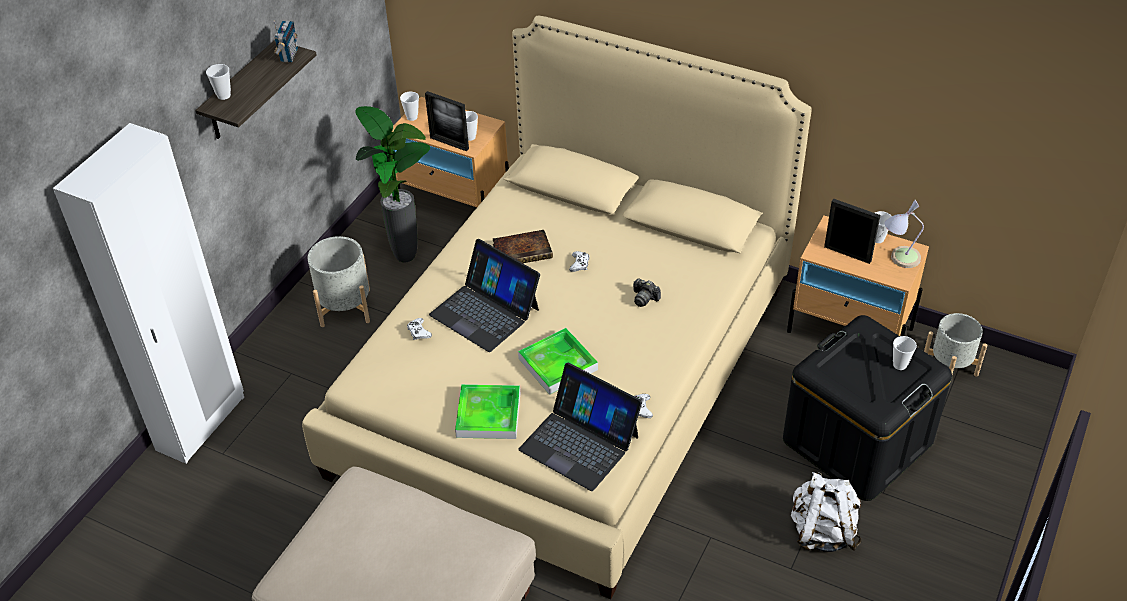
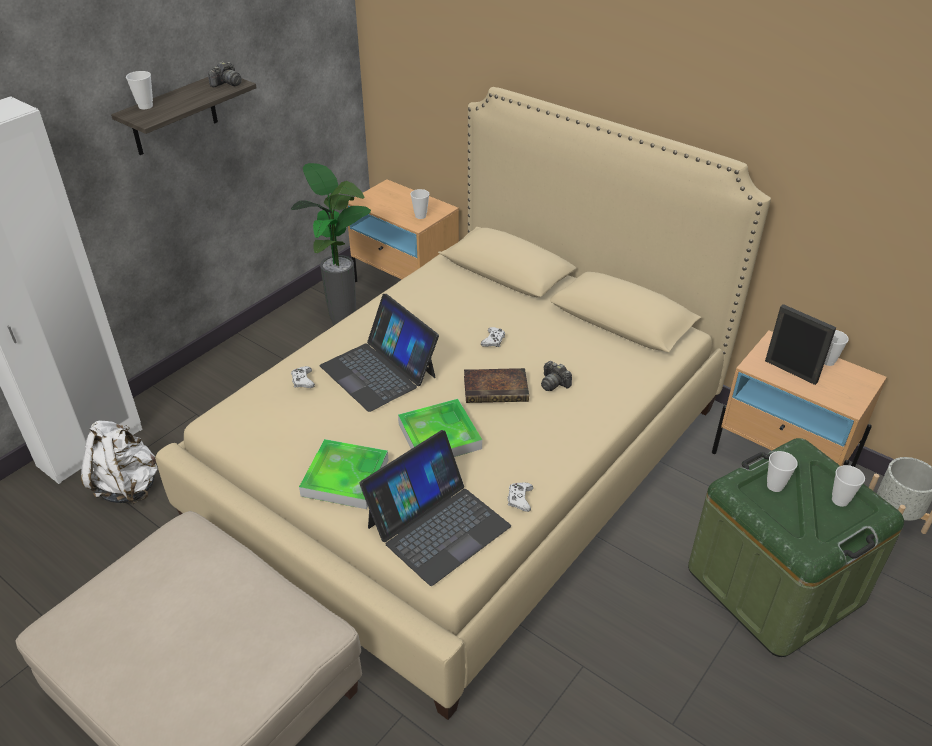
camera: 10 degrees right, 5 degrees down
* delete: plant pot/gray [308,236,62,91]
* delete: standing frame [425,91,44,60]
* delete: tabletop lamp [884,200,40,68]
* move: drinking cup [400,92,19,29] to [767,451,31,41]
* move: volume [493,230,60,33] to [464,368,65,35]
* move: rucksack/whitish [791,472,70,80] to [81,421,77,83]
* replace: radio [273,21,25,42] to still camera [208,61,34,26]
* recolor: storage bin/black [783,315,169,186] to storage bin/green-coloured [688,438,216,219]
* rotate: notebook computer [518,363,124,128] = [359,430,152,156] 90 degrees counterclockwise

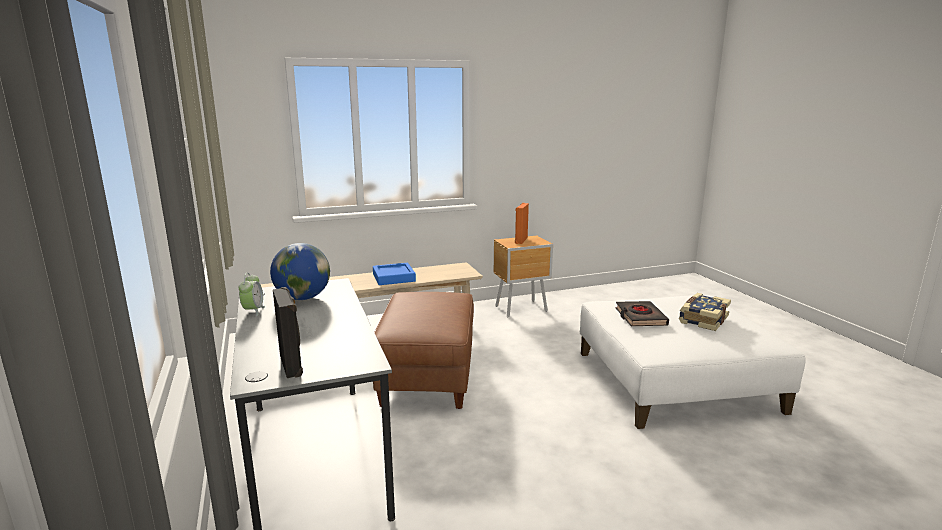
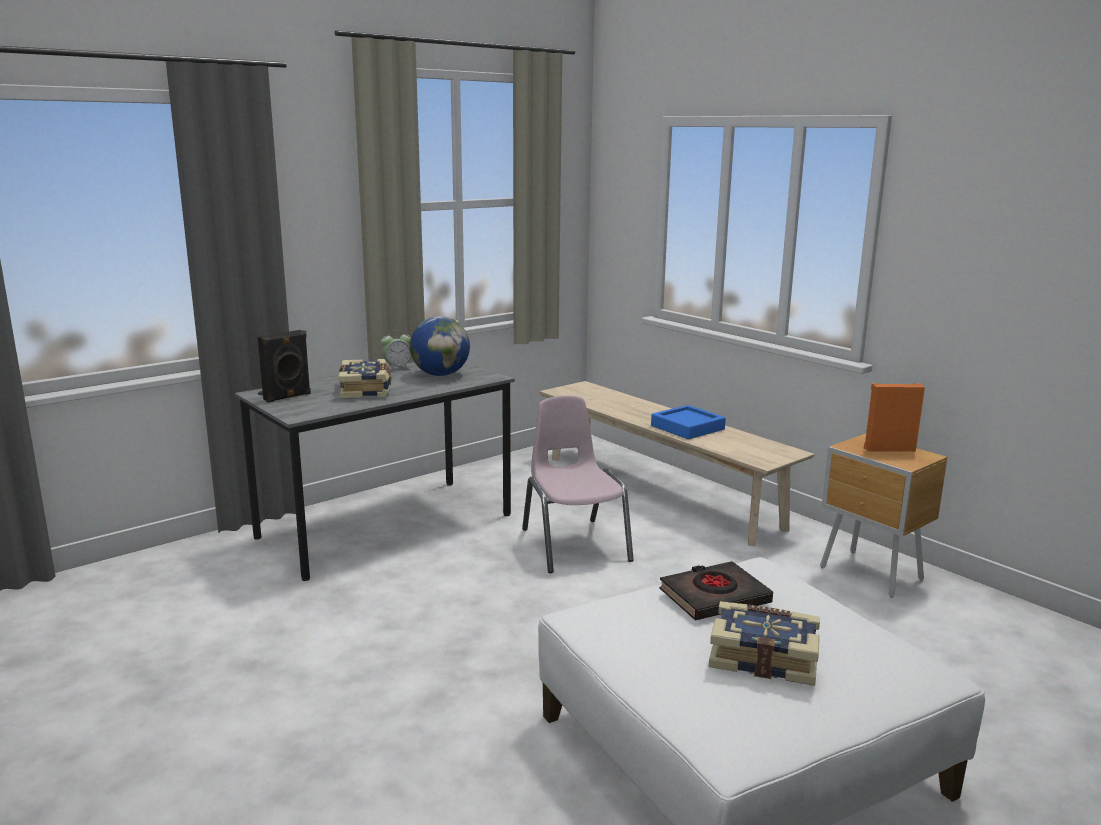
camera: 70 degrees right, 0 degrees up
* insert: volume [338,359,53,40]
* replace: footrest/brown-coloured [373,292,101,117] to plain chair/pink [522,396,112,177]

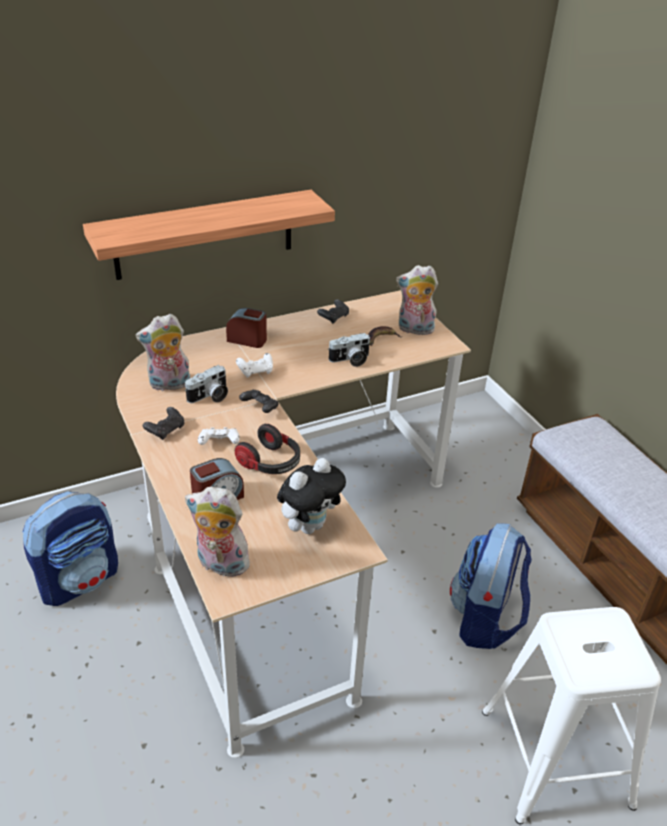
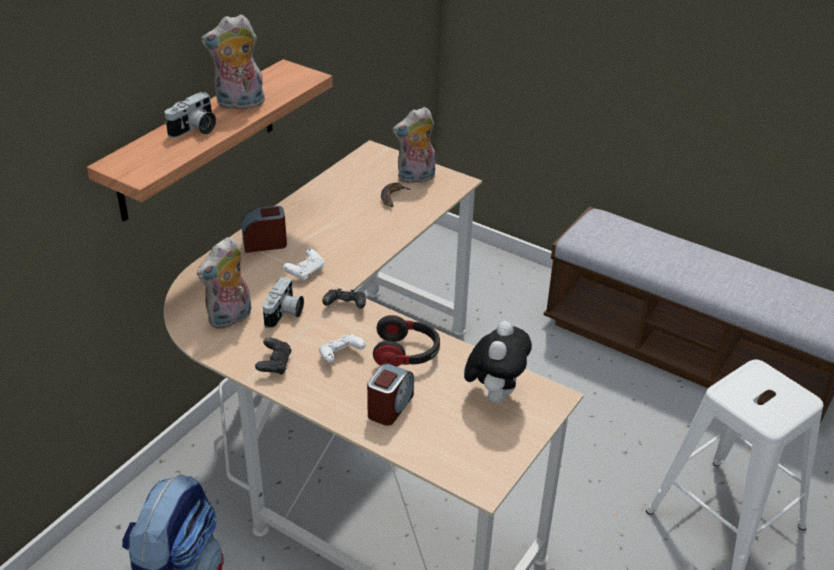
camera: 30 degrees left, 0 degrees up
* delete: joypad/black [317,299,32,25]
* delete: rucksack [450,523,82,126]
* move: plush toy [185,486,65,91] to [201,15,64,96]
* move: still camera [328,333,42,34] to [165,92,51,46]

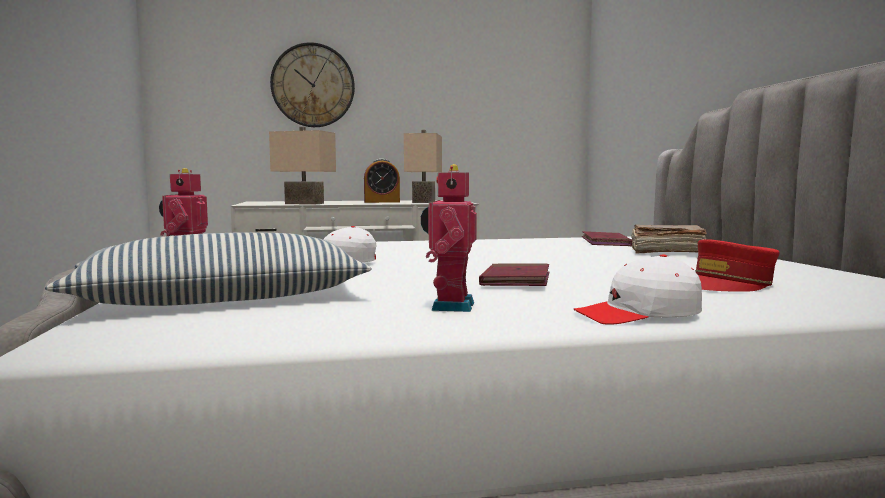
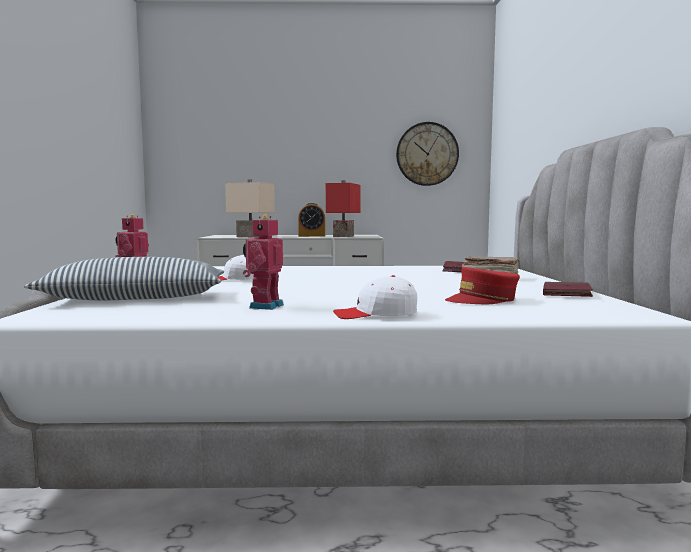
camera: 10 degrees right, 0 degrees up
* move: hanging clock [270,42,85,85] to [396,122,63,64]
* move: volume/red [479,264,70,22] to [543,282,50,15]
* recolor: tabletop lamp/sand-coloured [404,130,38,73] to tabletop lamp/red [326,180,35,57]

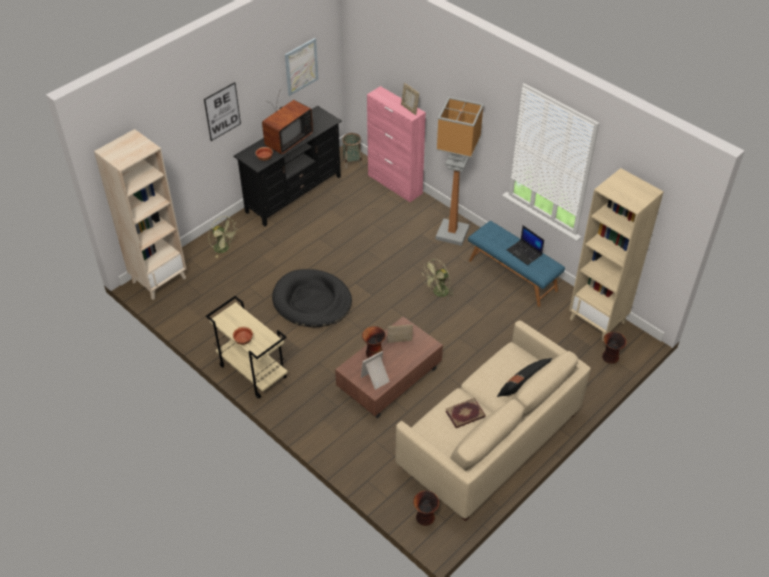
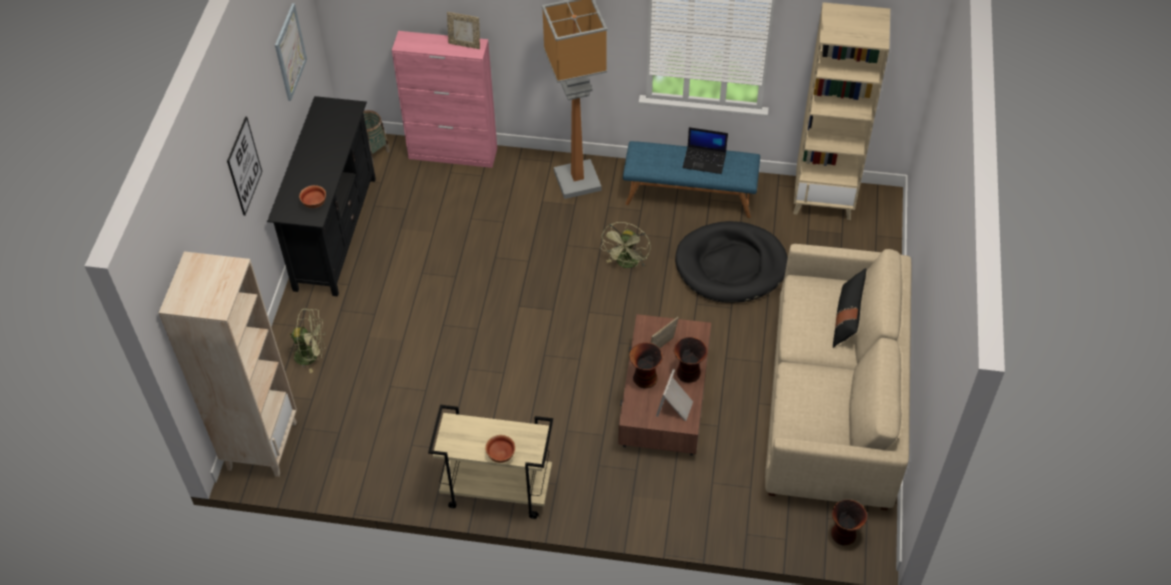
camera: 35 degrees left, 5 degrees up
* delete: television [262,91,51,63]
* delete: volume [445,398,41,30]
* move: pet bed/black [272,269,80,58] to [675,221,113,82]
* move: decorative vase [602,332,25,32] to [674,337,34,46]

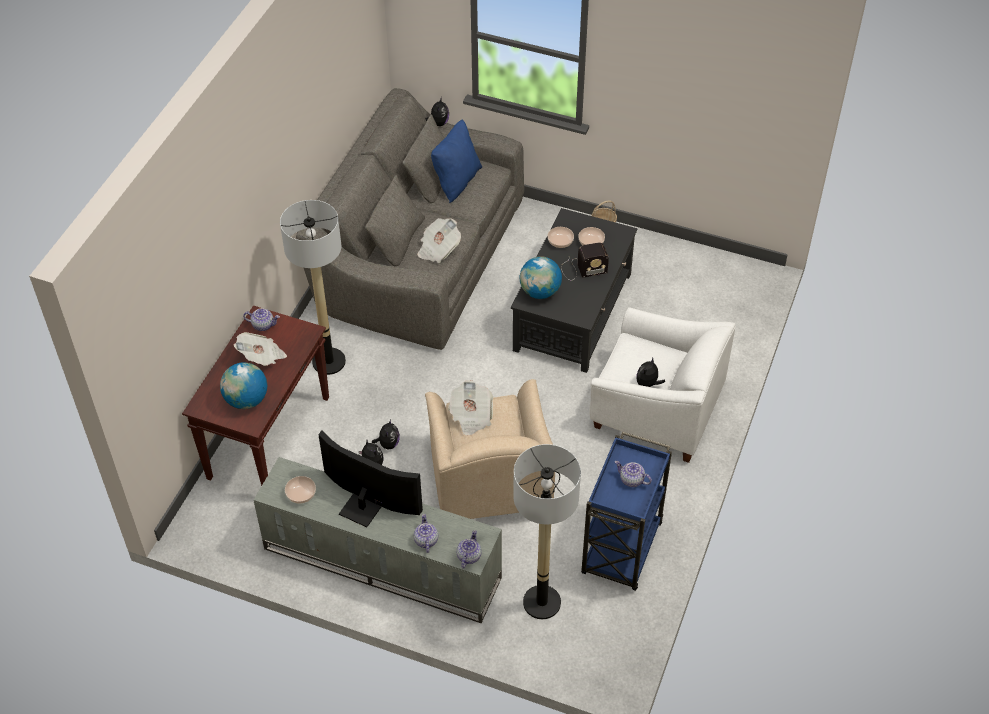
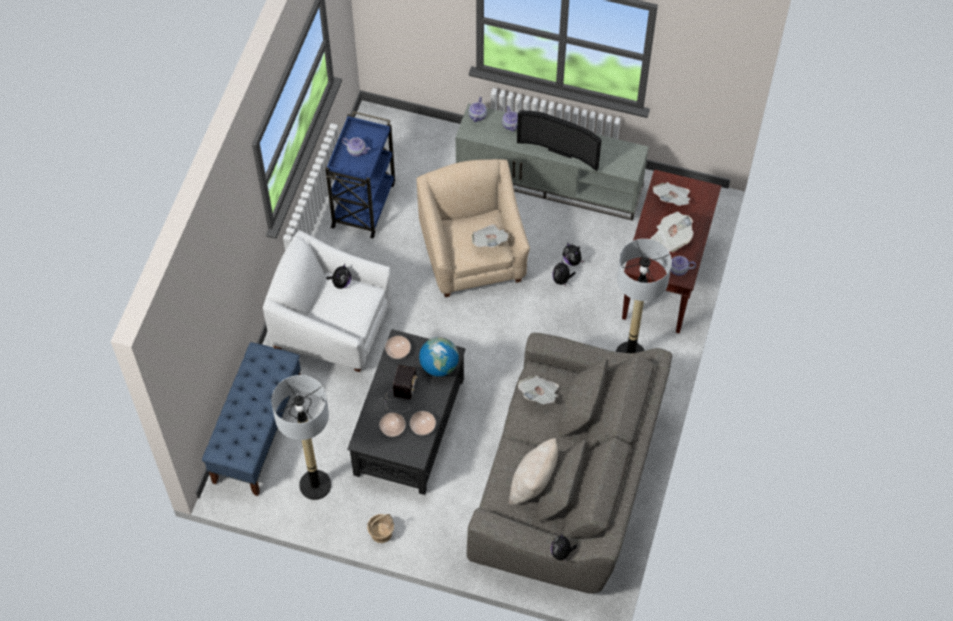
camera: 175 degrees right, 10 degrees up
* insert: bench/bluish [202,342,99,154]
* move: deep dish [285,476,31,28] to [385,336,26,23]
* move: standard lamp [513,444,68,175] to [271,375,60,125]
* replace: globe [220,362,47,47] to daily paper [653,182,37,24]
* recolor: throw pillow/bluish [431,120,51,83] to throw pillow/sand-coloured [509,438,49,67]
* rotate: radio [561,242,48,38] = [380,365,38,47] 120 degrees clockwise

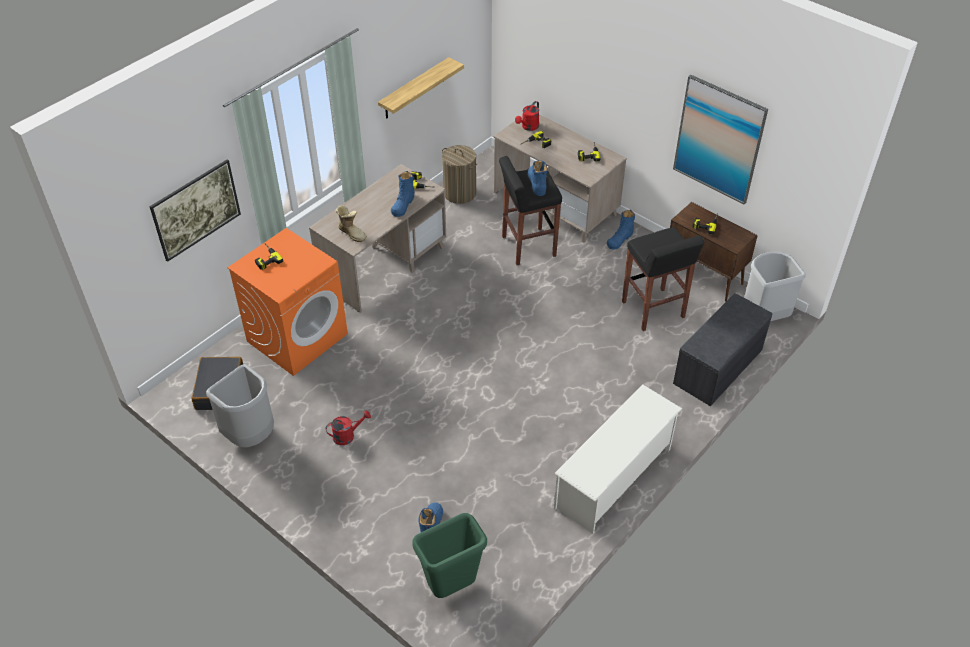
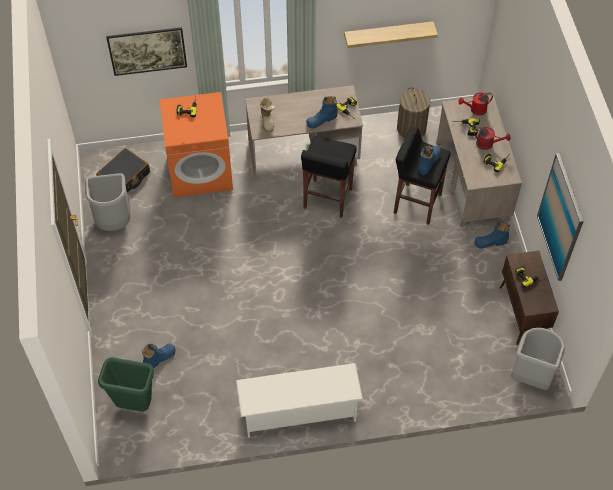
camera: 40 degrees right, 10 degrees up
* delete: bench/gray [673,293,99,113]
* move: sprinkling can/red [326,411,45,34] to [474,127,37,23]
* move: stool seat/black [622,227,82,104] to [301,136,56,82]

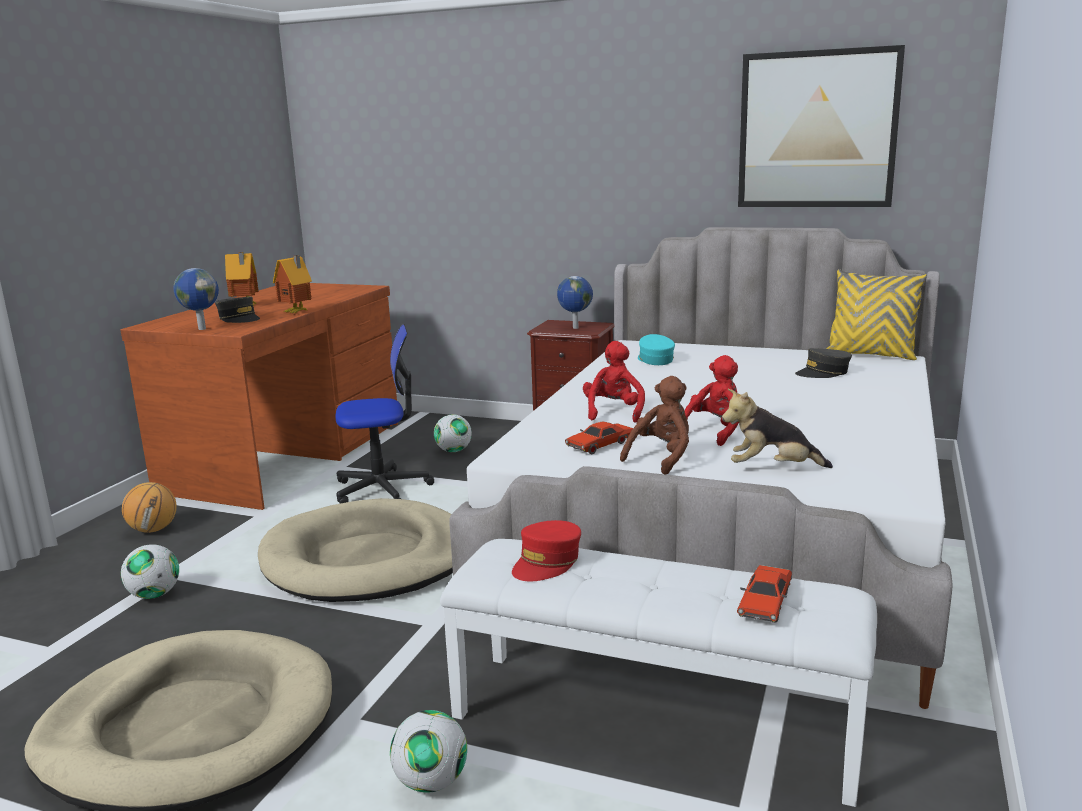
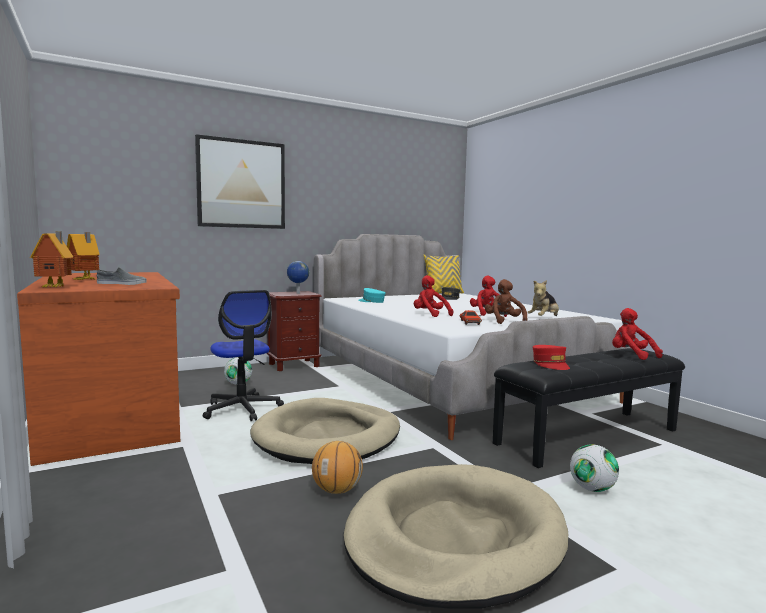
camera: 50 degrees left, 10 degrees down
* delete: football [121,544,58,55]
* delete: globe [173,268,46,62]
* move: basketball [122,482,55,51] to [312,441,51,53]
* move: model house [273,255,39,58] to [30,231,43,56]
* move: wall picture [738,45,167,162] to [195,134,90,95]
* replace: peaked cap/gray [215,296,45,27] to item of footwear/gray [97,267,50,18]
* replace: toy car/red [737,565,55,58] to plush toy/red [612,308,51,52]
* recolor: bench/whitish [440,539,437,268] to bench/black [493,348,192,120]
* rotate: desk chair [335,325,99,179] = [203,290,81,131] 120 degrees clockwise

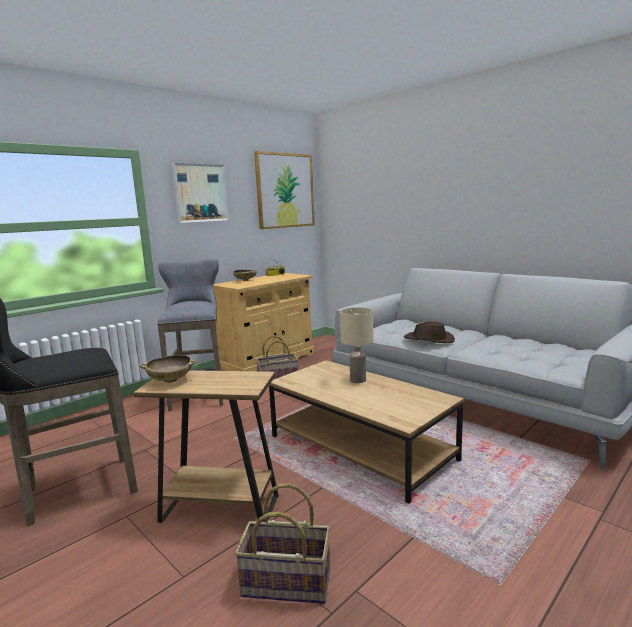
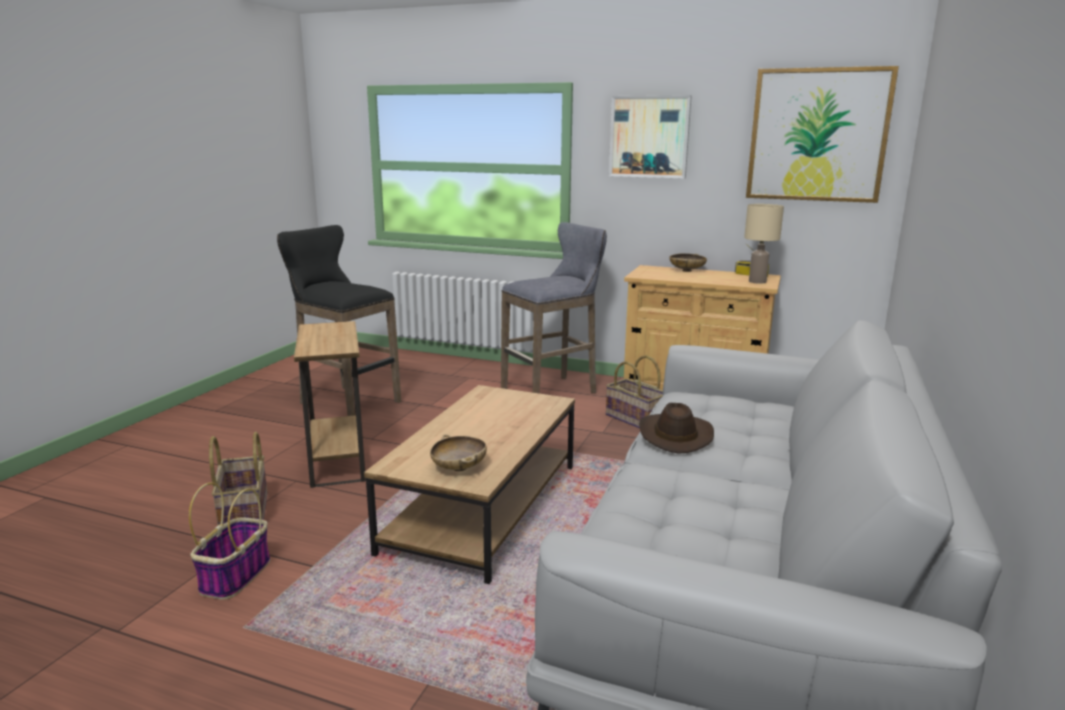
camera: 65 degrees right, 5 degrees up
* insert: basket [189,482,81,118]
* move: deep dish/sand-coloured [139,355,59,28] to [430,435,57,36]
* move: tabletop lamp/sand-coloured [340,307,34,76] to [744,204,40,80]

